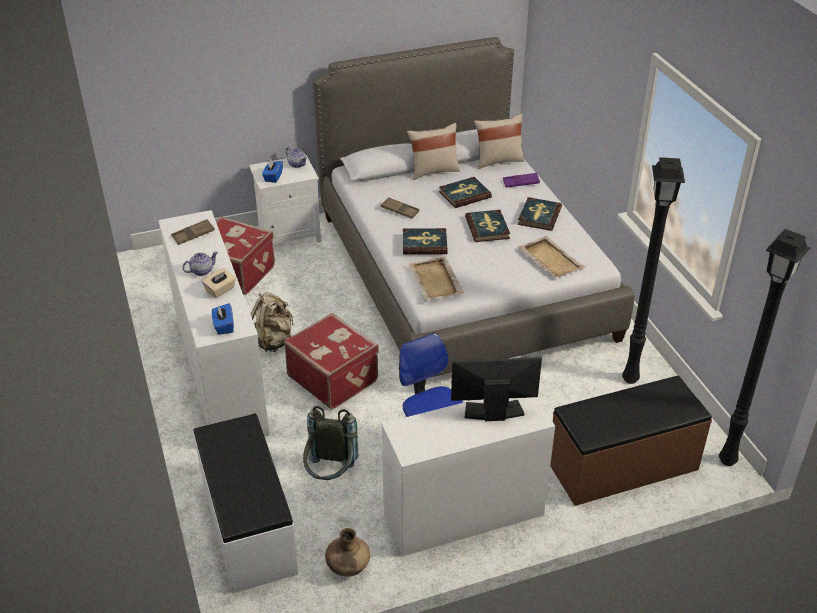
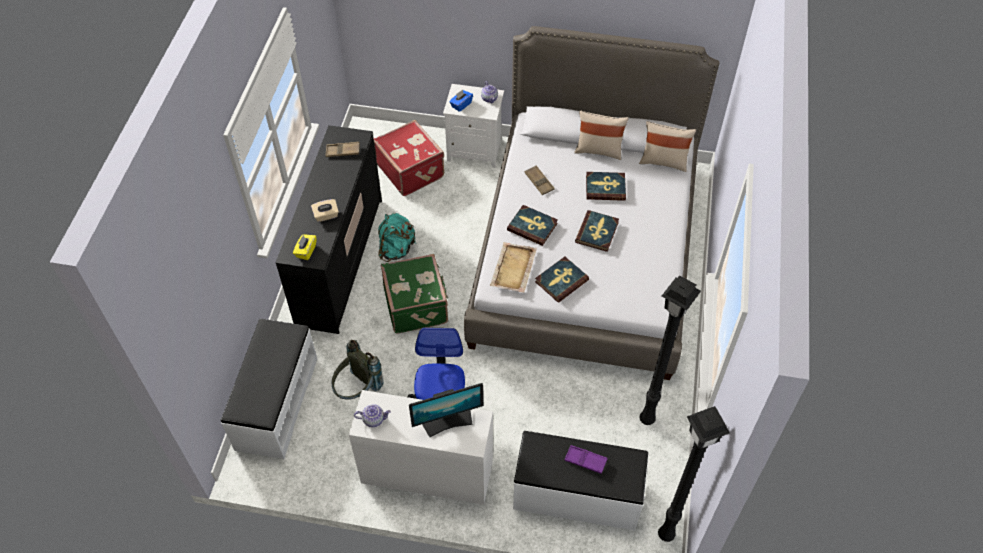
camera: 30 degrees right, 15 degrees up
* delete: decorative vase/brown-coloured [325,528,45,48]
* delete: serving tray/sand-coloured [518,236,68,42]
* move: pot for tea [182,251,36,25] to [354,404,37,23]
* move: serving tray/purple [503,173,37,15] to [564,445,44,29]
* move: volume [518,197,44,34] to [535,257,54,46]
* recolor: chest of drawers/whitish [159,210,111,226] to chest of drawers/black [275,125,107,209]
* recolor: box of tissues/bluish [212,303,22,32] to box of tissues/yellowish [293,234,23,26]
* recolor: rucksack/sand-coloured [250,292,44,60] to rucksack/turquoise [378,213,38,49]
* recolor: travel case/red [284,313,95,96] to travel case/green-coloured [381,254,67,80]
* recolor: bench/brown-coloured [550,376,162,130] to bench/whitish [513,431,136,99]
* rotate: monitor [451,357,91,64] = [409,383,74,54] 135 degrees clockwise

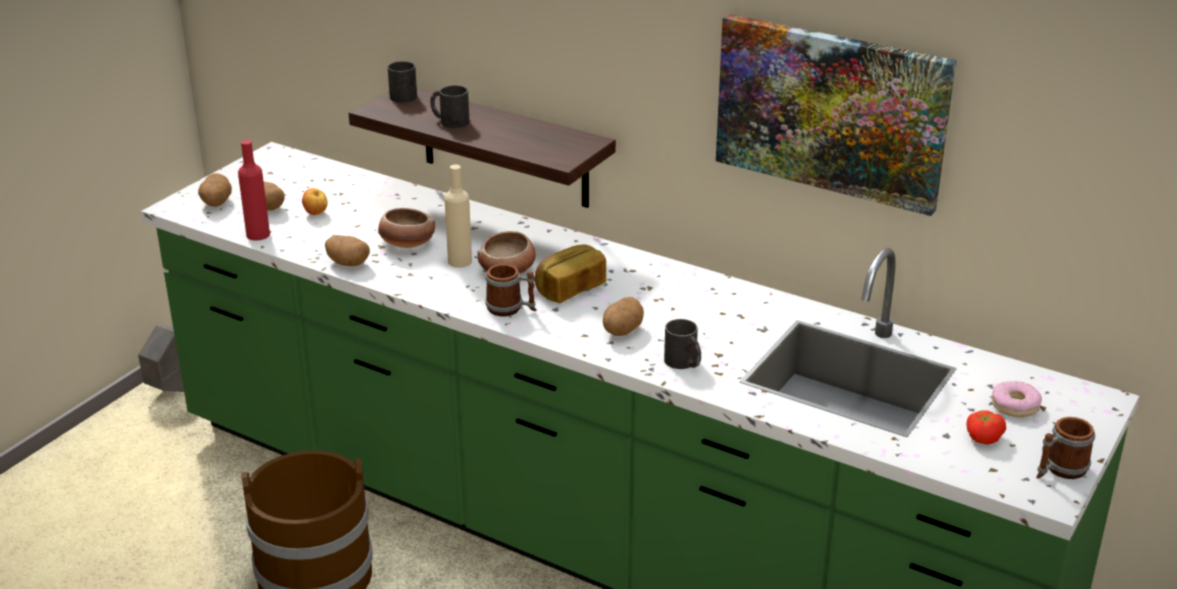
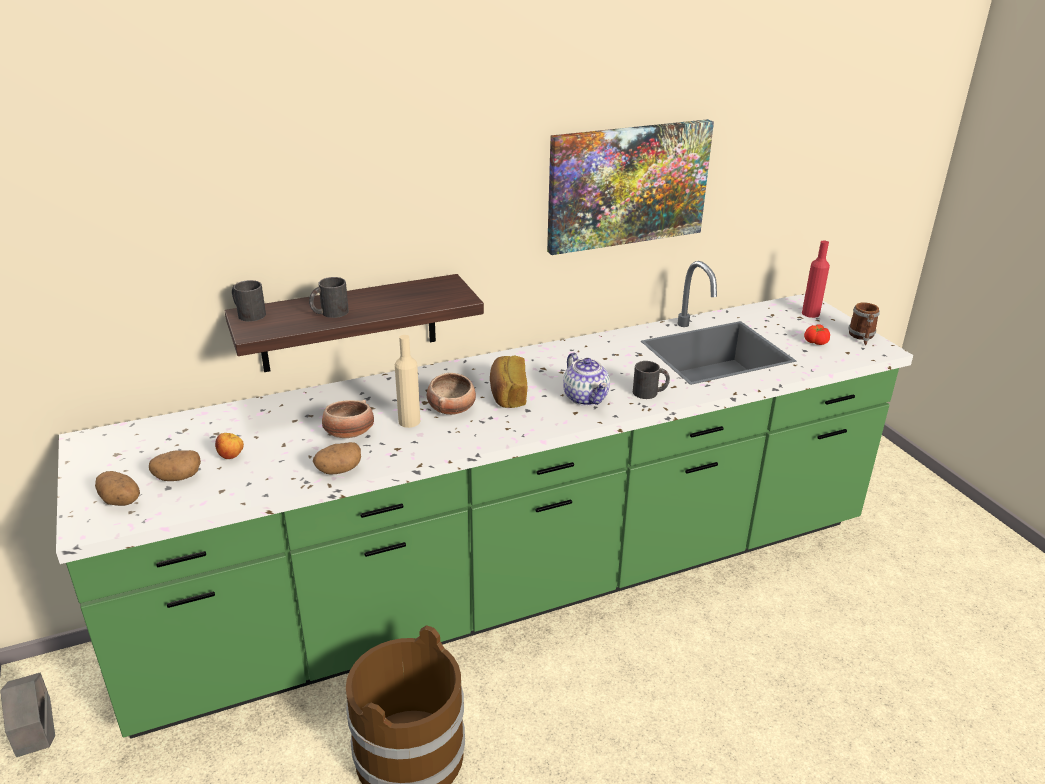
camera: 55 degrees left, 0 degrees up
* delete: tea mug [485,264,52,52]
* delete: donut [991,381,51,36]
* move: bottle/red [238,140,32,101] to [802,241,28,77]
* replace: whole potato [603,297,41,39] to pot for tea [563,353,47,53]

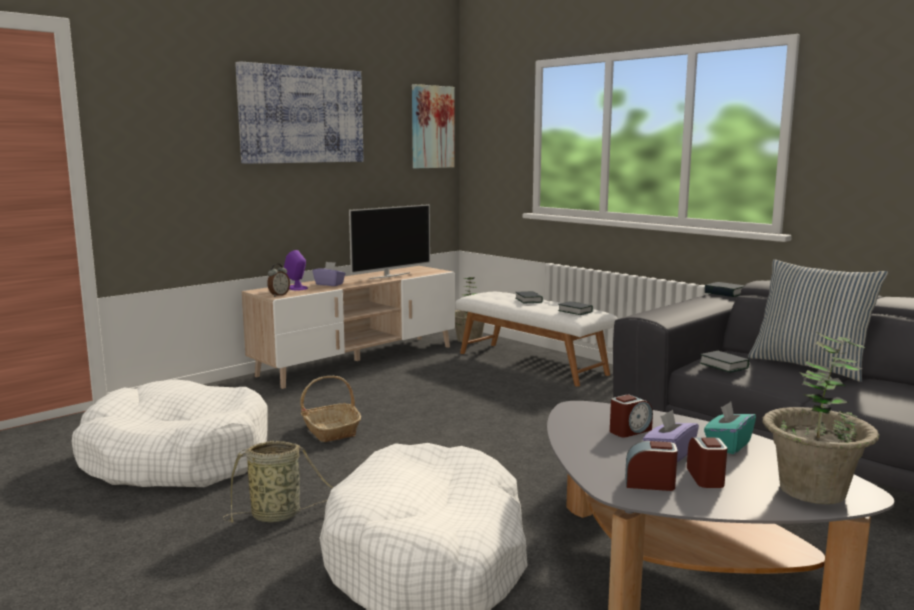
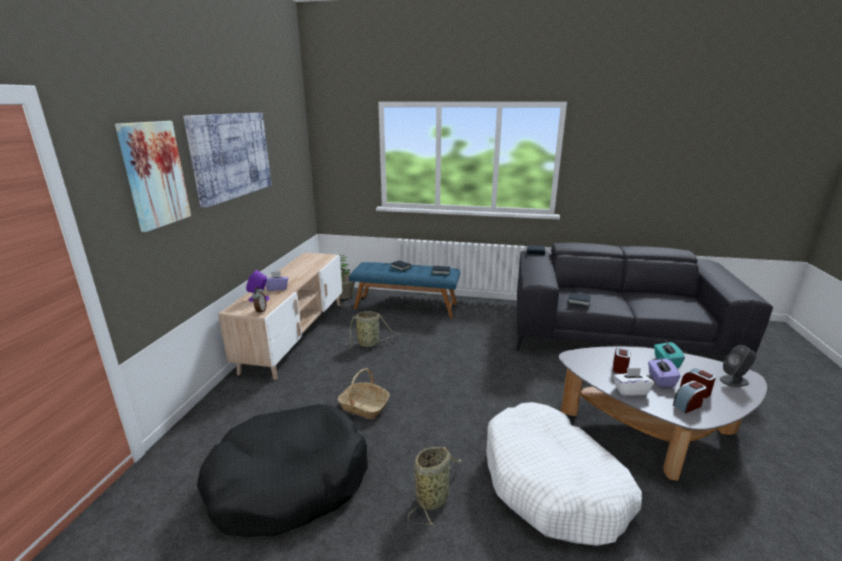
camera: 35 degrees left, 10 degrees up
* delete: television [349,204,81,75]
* delete: throw pillow [748,260,140,122]
* insert: basket [346,311,54,36]
* insert: box of tissues/whitish [614,368,40,28]
* move: wall picture [412,84,43,84] to [115,121,76,111]
* replace: potted plant [762,333,117,171] to speaker/gray [720,345,37,42]
* recolor: pet bed/whitish [72,379,196,108] to pet bed/black [197,404,171,133]
* recolor: bench/whitish [456,292,162,95] to bench/bluish [349,262,111,56]

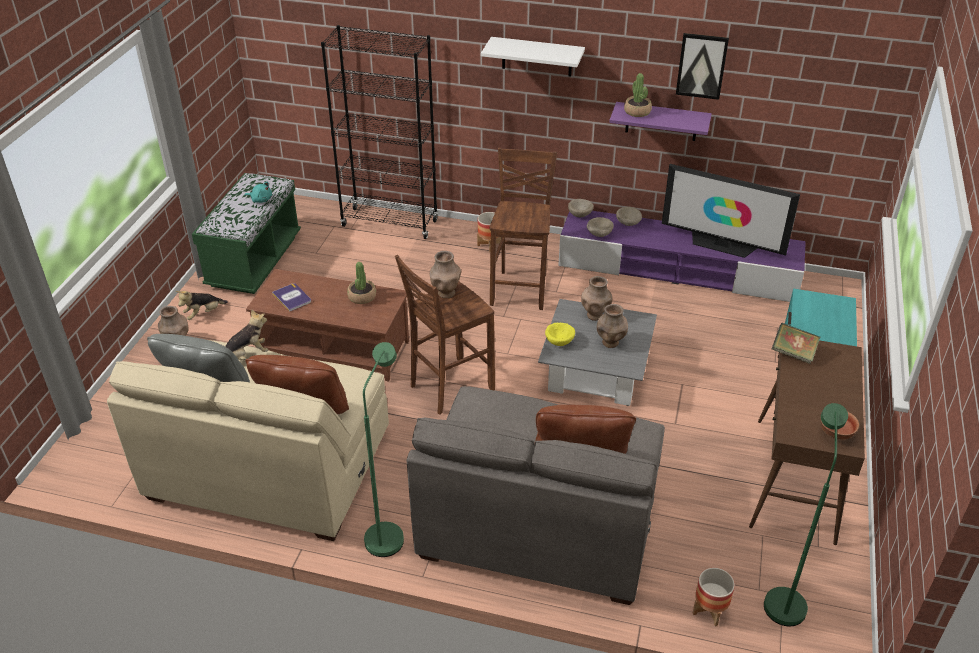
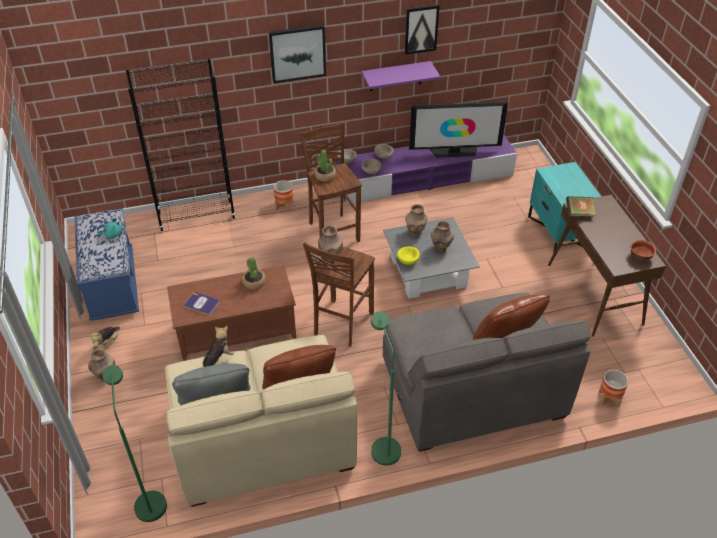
camera: 30 degrees left, 5 degrees up
* move: potted plant [624,73,28,44] to [314,150,22,32]
* move: standard lamp/green-coloured [764,403,84,223] to [102,365,65,157]
* replace: bracket shelf/whitish [481,37,104,40] to wall picture [269,25,57,58]
* recolor: bench/green-coloured [192,173,109,121] to bench/bluish [75,208,64,113]

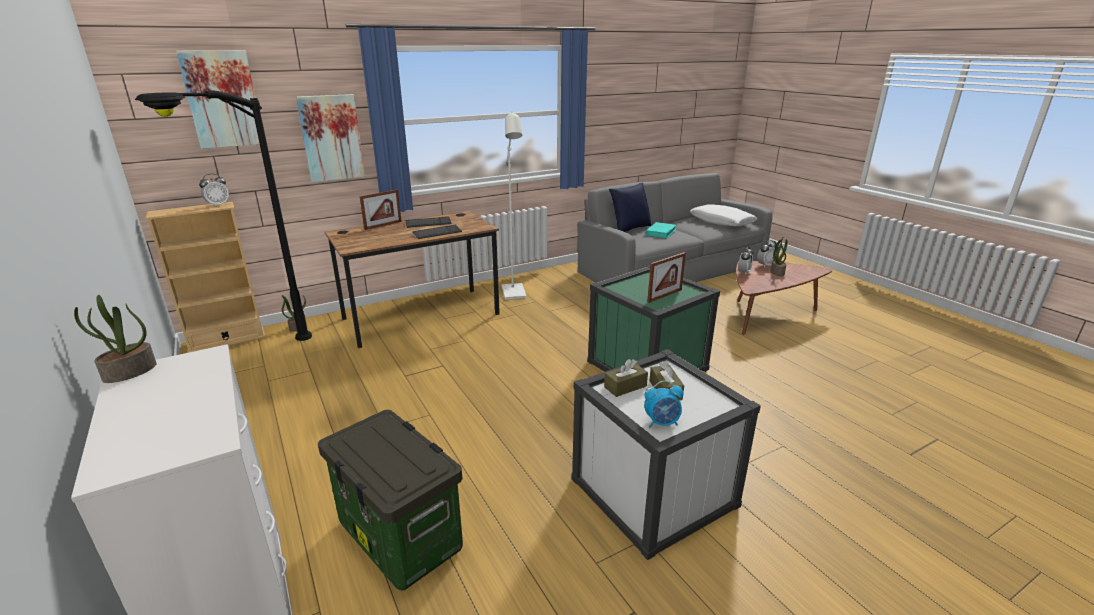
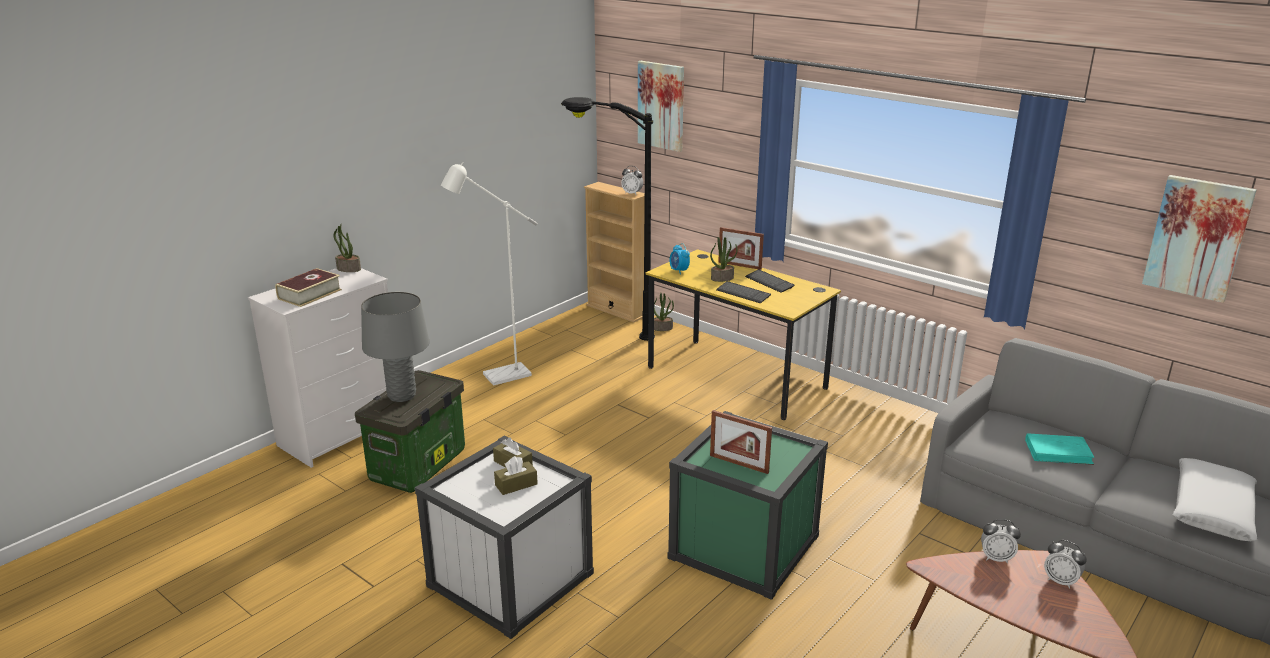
camera: 70 degrees right, 0 degrees up
* delete: throw pillow/bluish [609,182,42,50]
* insert: volume [275,268,67,39]
* insert: tabletop lamp/gray [361,292,69,110]
* move: wall picture [296,94,69,88] to [1142,175,115,128]
* move: standard lamp/whitish [502,111,25,189] to [441,162,96,224]
* move: alarm clock [644,380,39,48] to [670,243,20,32]
* move: potted plant [770,238,18,38] to [710,237,28,45]
* recolor: desk unit/brown-coloured [325,211,175,137] to desk unit/yellowish [645,249,196,171]

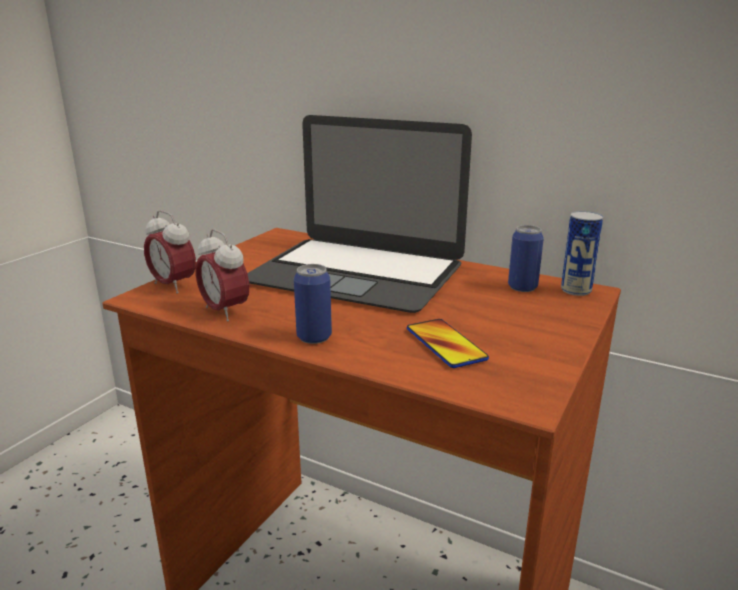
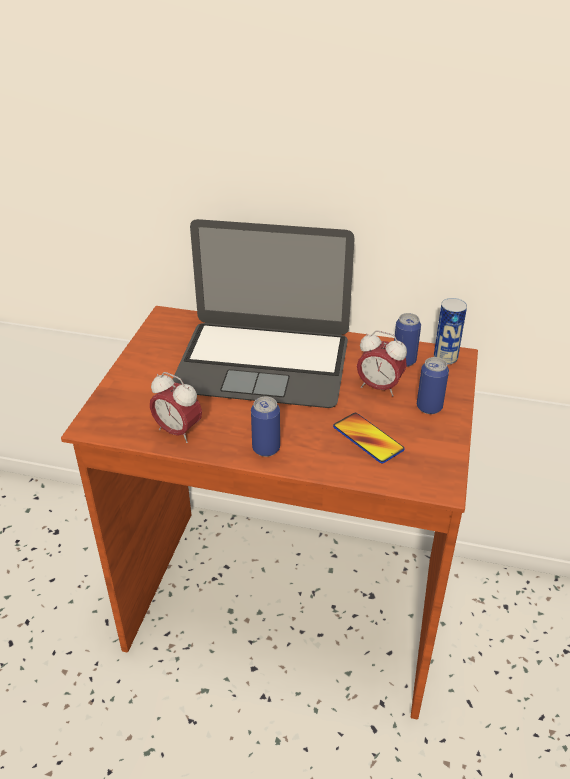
camera: 15 degrees left, 15 degrees up
* insert: sealed can [417,357,32,57]
* move: alarm clock [144,210,52,84] to [357,331,50,66]

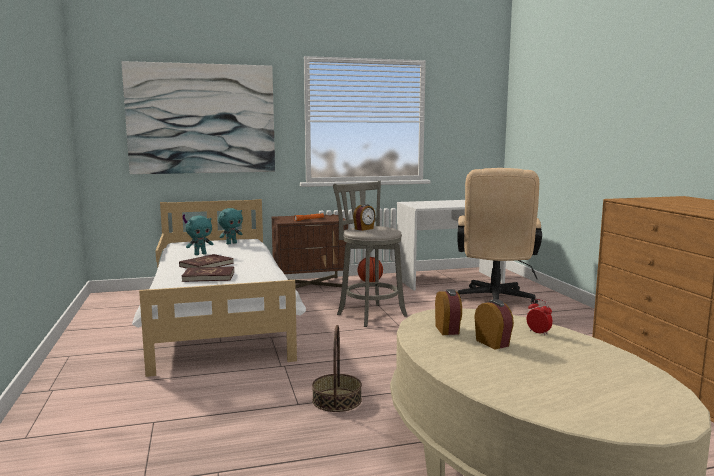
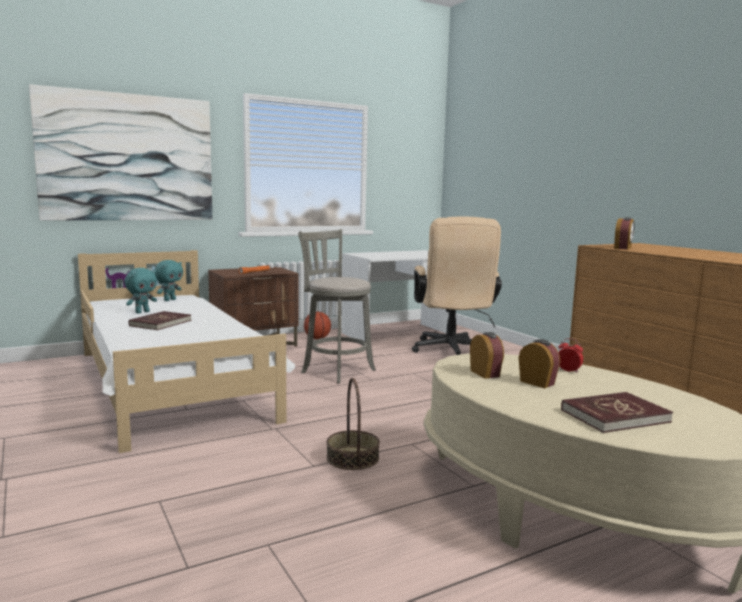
camera: 15 degrees left, 0 degrees up
* move: volume/red [182,266,52,16] to [561,392,112,41]
* move: alarm clock [353,204,22,27] to [614,217,20,33]

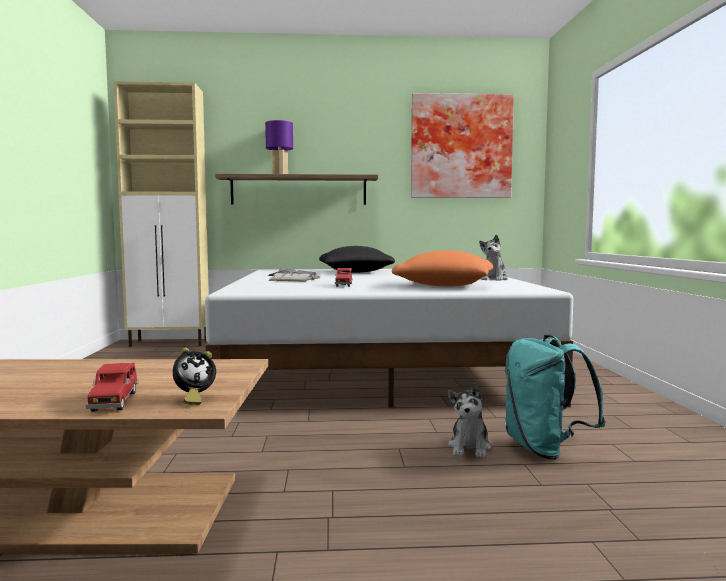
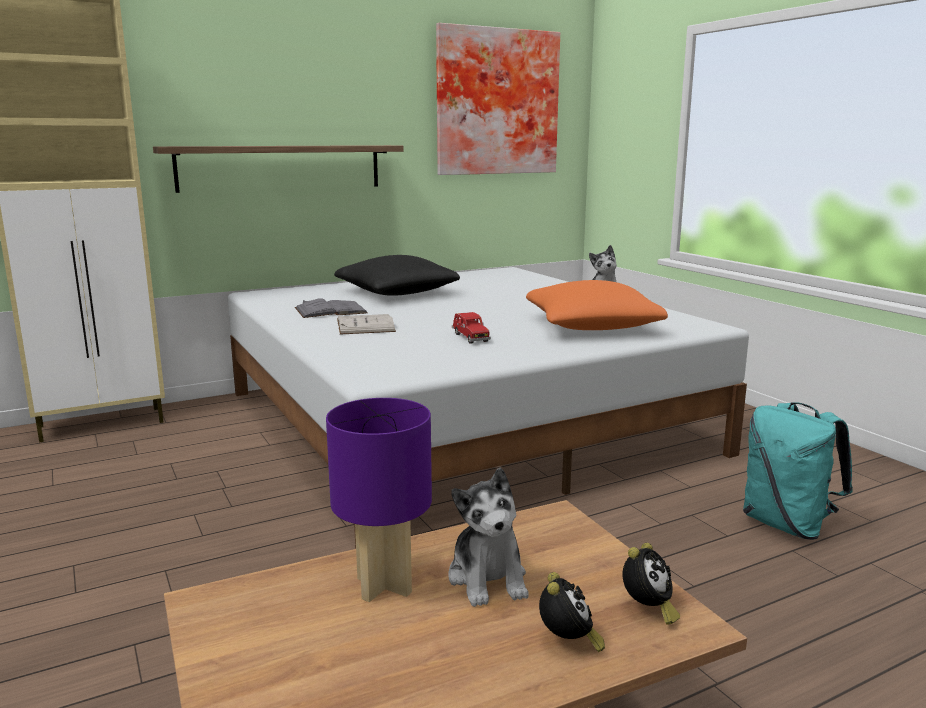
camera: 25 degrees left, 10 degrees up
* move: tabletop lamp/purple [265,120,28,54] to [326,398,106,204]
* move: plush toy [448,383,44,75] to [448,467,81,140]
* replace: toy car/red [86,363,53,49] to alarm clock [539,572,66,80]

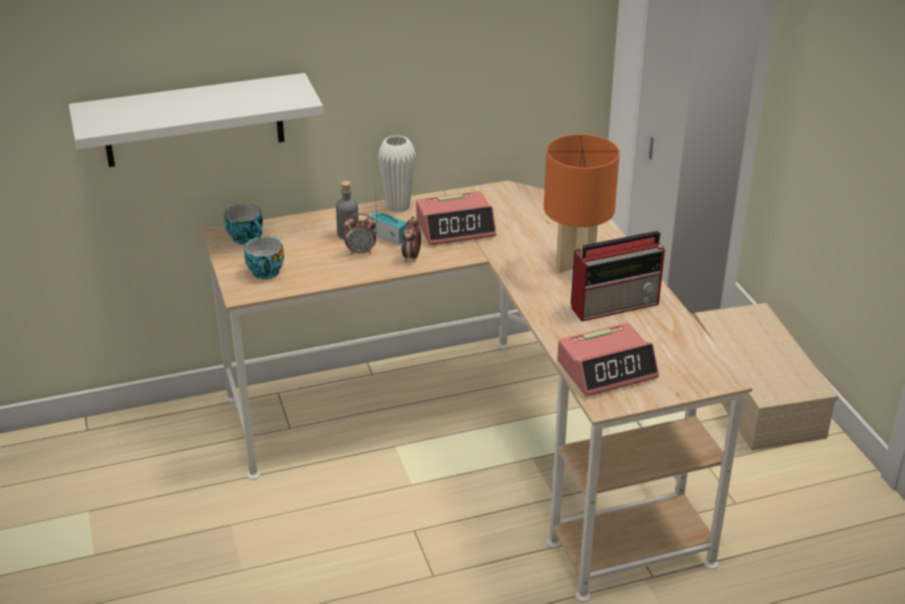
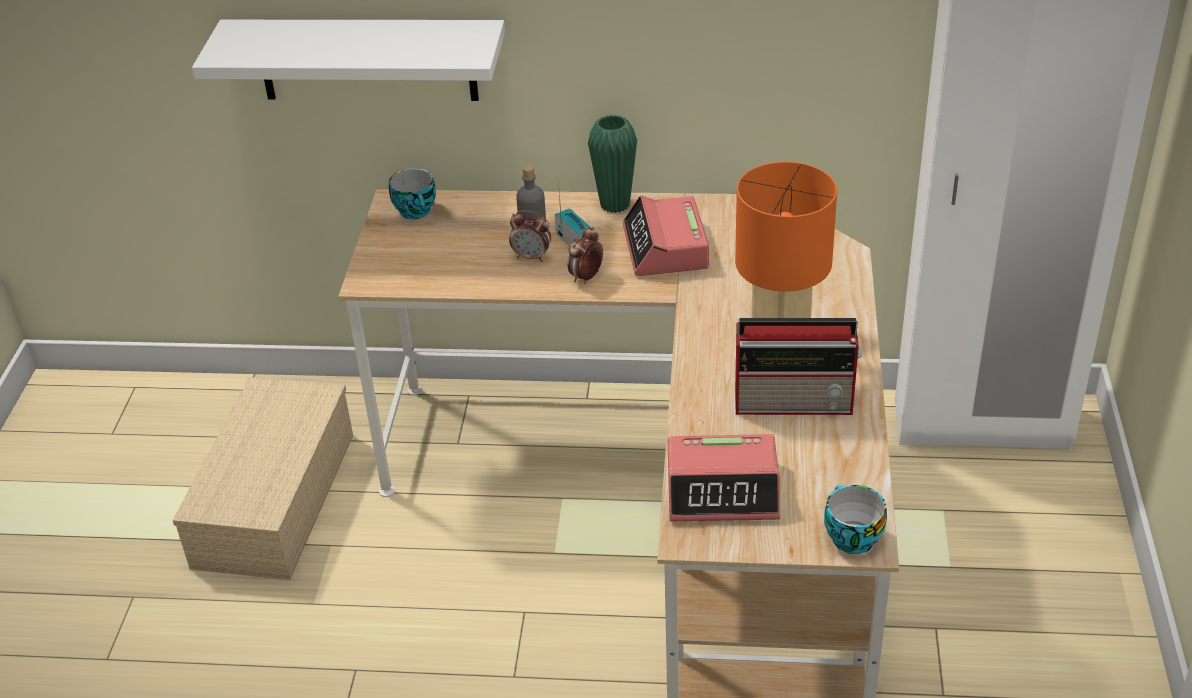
camera: 25 degrees right, 5 degrees up
* move: drinking cup [244,237,40,42] to [824,485,63,69]
* move: storage bin/sand-coloured [694,303,144,148] to [173,377,180,203]
* recolor: decorative vase/whitish [378,135,38,78] to decorative vase/green-coloured [588,115,49,98]
* rotate: alarm clock [416,191,80,54] = [623,195,86,81] 75 degrees clockwise

